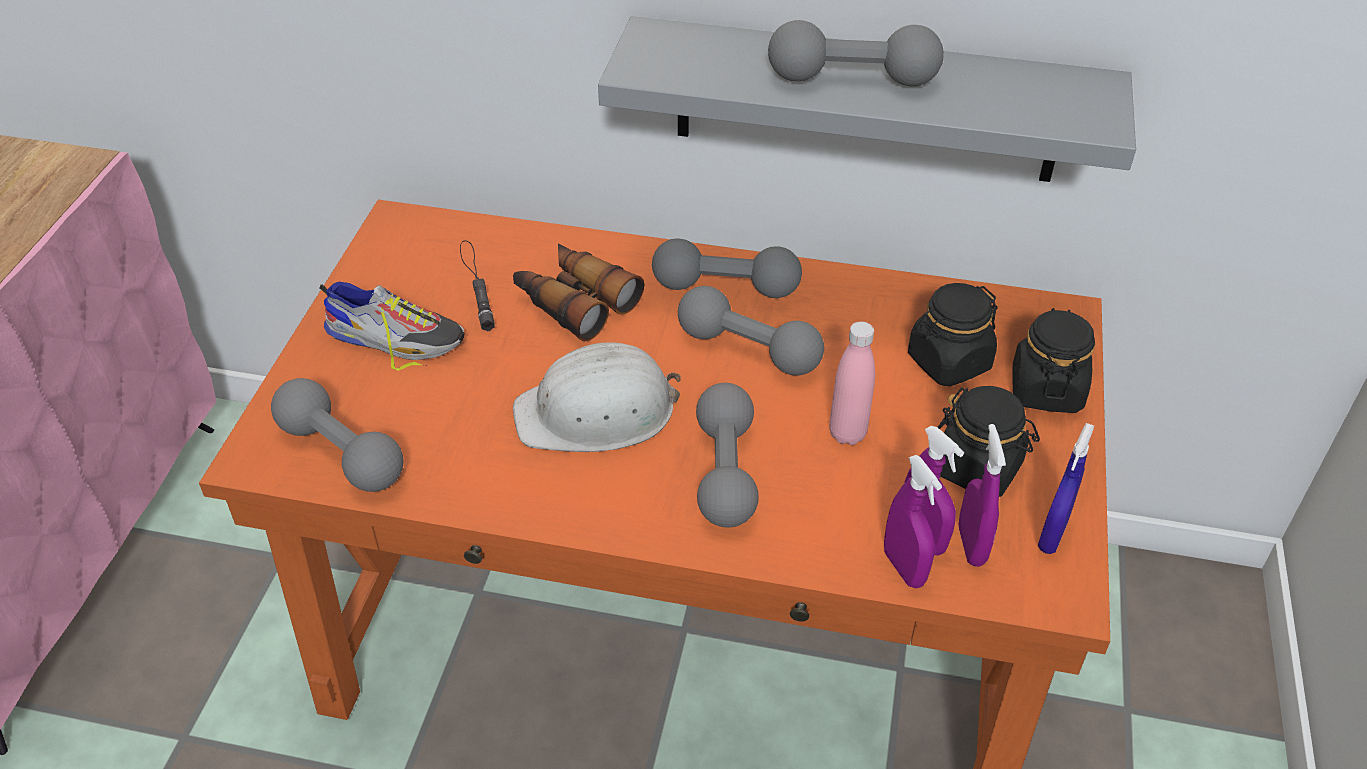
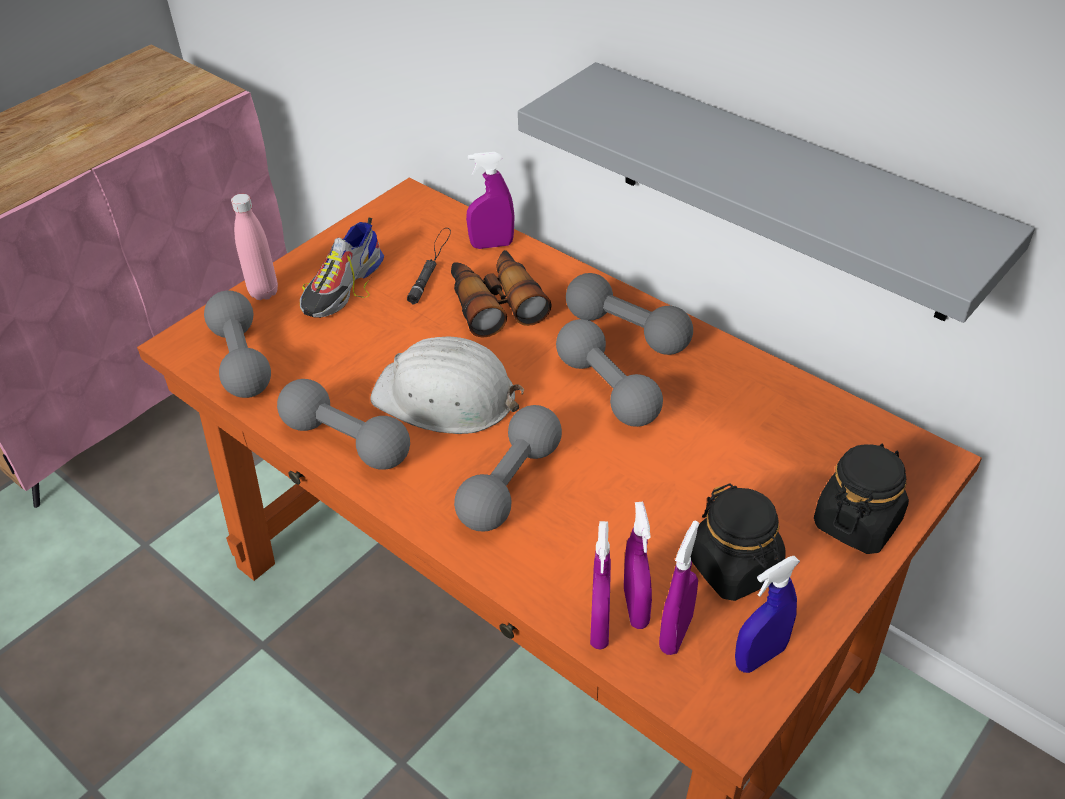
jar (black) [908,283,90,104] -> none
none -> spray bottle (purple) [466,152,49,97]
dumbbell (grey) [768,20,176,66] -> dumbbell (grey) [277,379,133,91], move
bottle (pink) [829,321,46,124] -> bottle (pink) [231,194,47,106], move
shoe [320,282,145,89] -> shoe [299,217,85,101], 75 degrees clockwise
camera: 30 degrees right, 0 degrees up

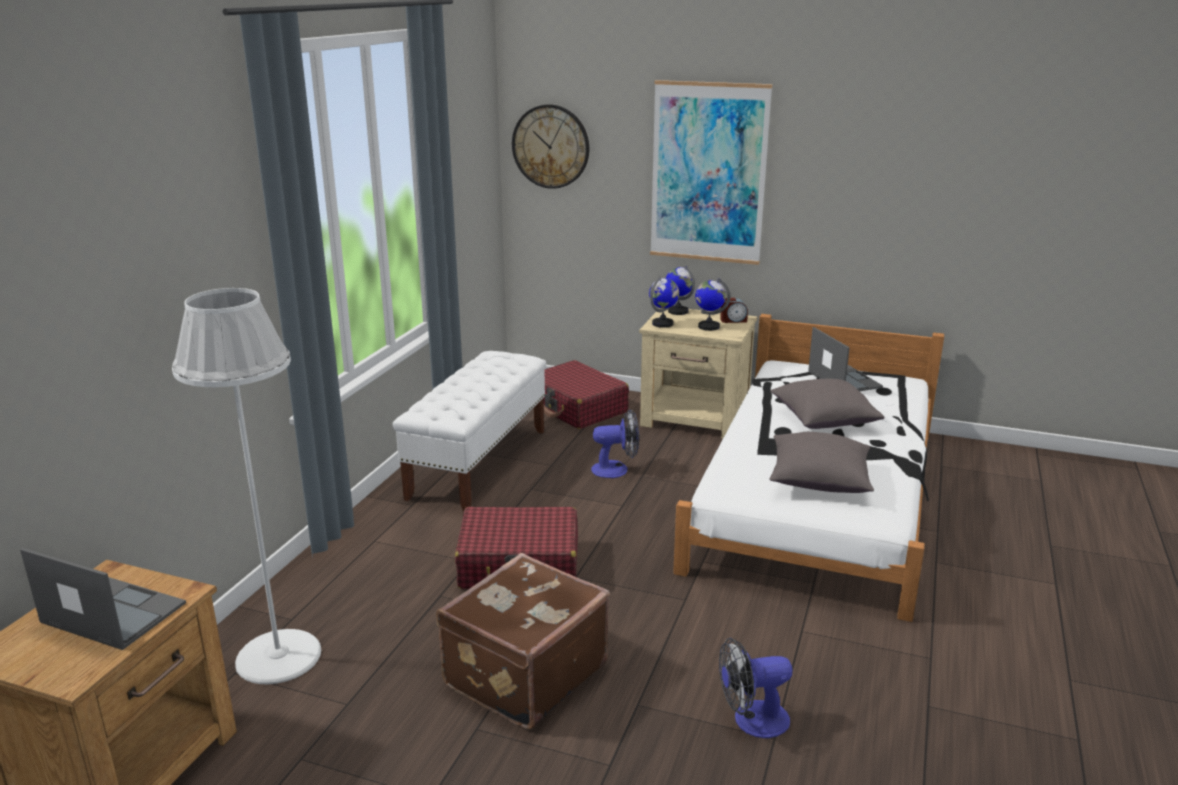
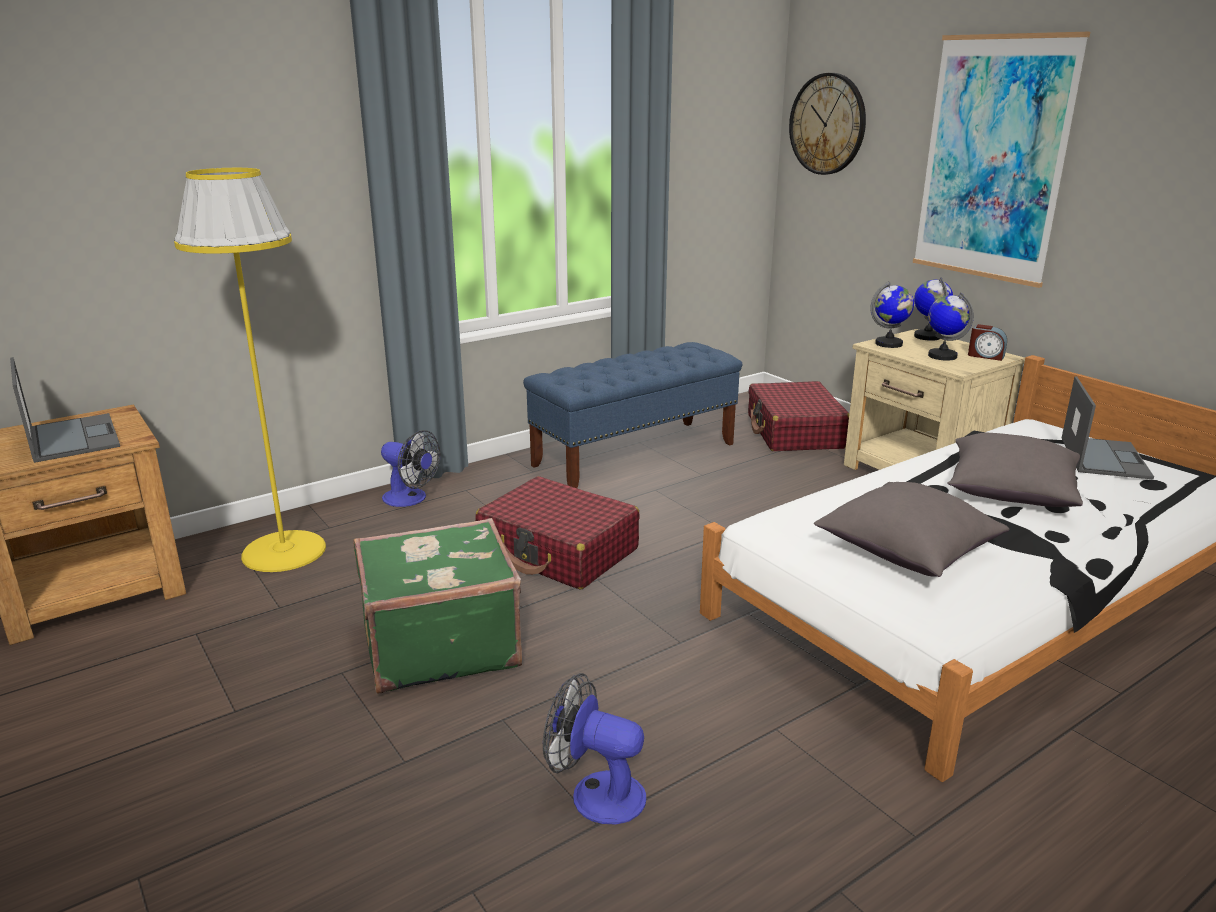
fan [591,409,48,69] -> fan [381,430,60,77], move
floor lamp (white) [172,288,149,396] -> floor lamp (yellow) [174,168,152,404]
bench (white) [393,351,153,161] -> bench (blue) [523,342,219,146]
suitcase (brown) [436,553,174,177] -> suitcase (green) [354,518,168,176]
camera: 35 degrees right, 0 degrees up

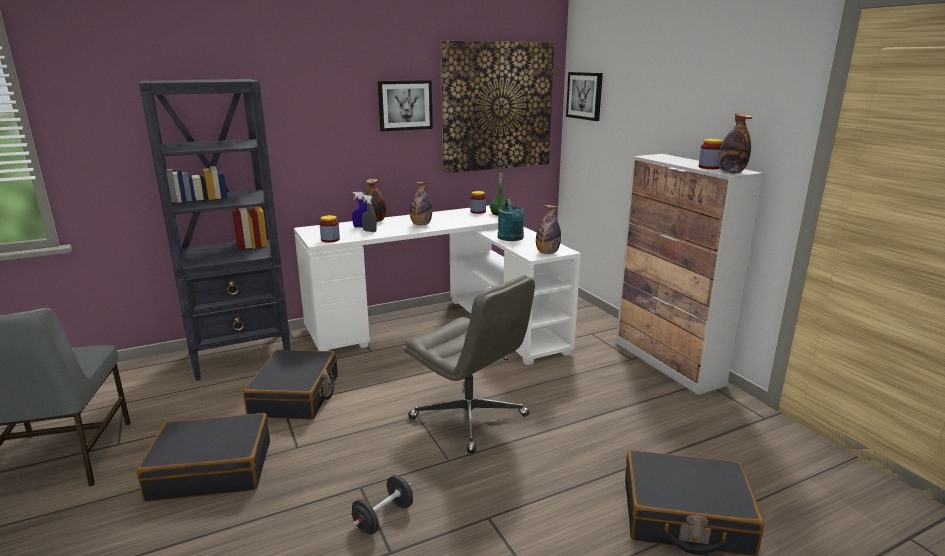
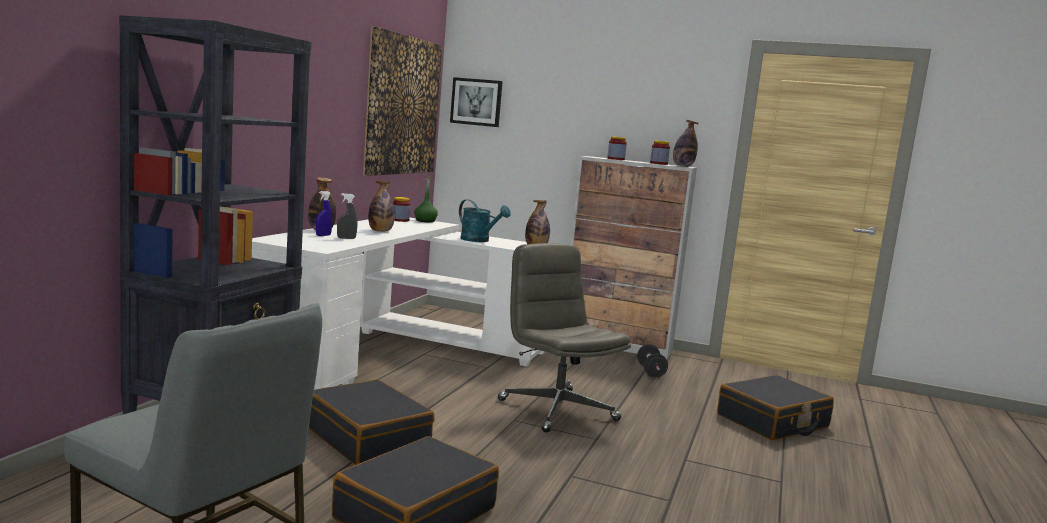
picture [378,80,55,51] -> none
jar [320,215,20,28] -> jar [607,136,20,24], move
dumbbell (black) [352,475,61,60] -> dumbbell (black) [637,344,31,34], move
office chair (grey) [404,275,131,178] -> office chair (grey) [498,243,133,190], 120 degrees counterclockwise
camera: 45 degrees left, 10 degrees down

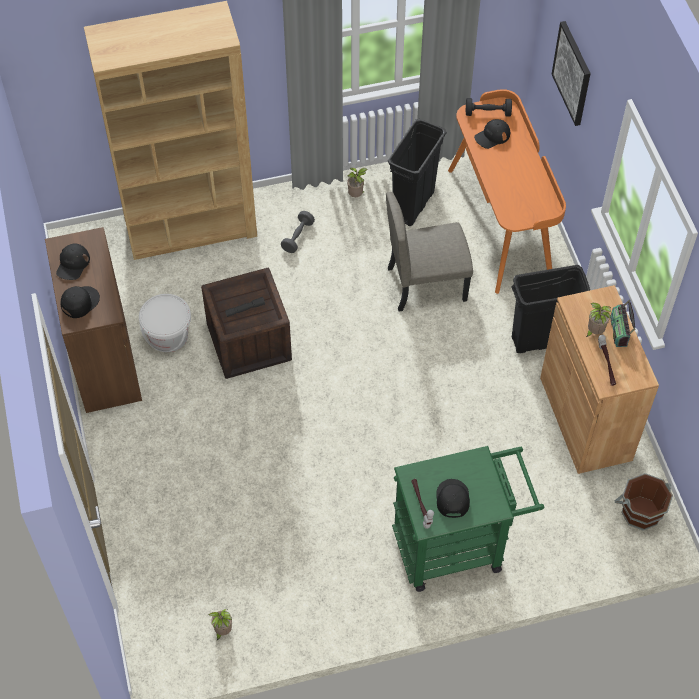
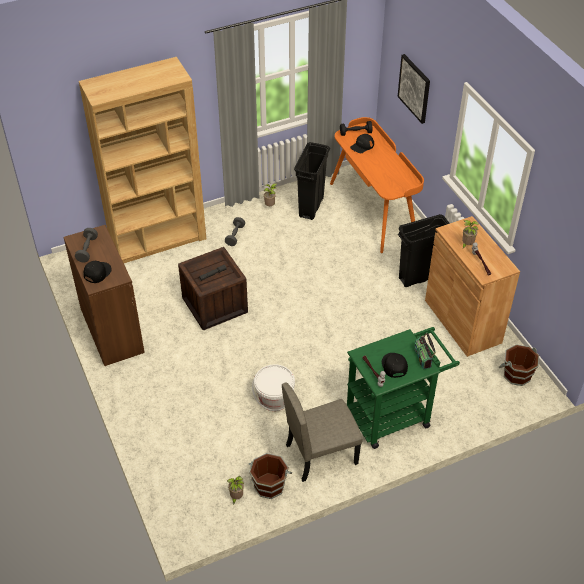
none -> bucket (brown) [249,453,43,46]
bucket (white) [139,294,52,58] -> bucket (white) [252,364,43,47], move
chair (beige) [386,192,87,119] -> chair (beige) [282,383,81,99], move
radio [610,300,25,47] -> radio [414,332,22,37], move
cap (black) [56,244,34,36] -> dumbbell (grey) [75,228,23,35]
camera: 10 degrees left, 10 degrees down

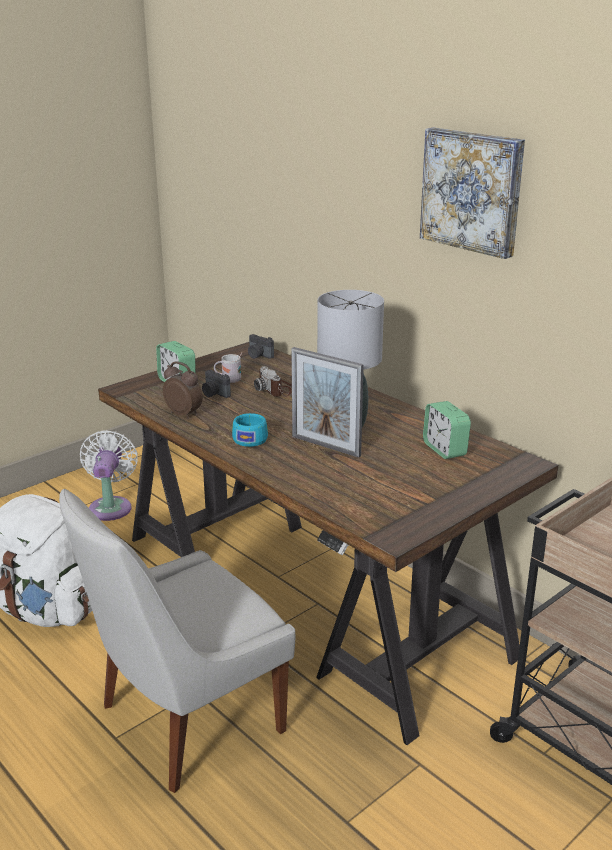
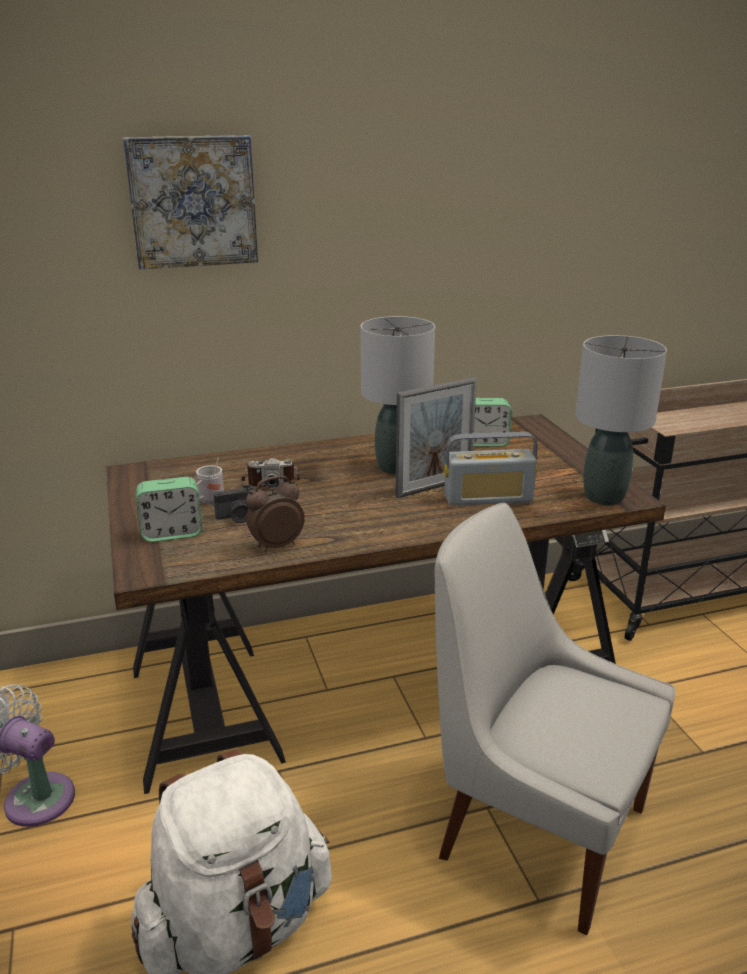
cup (turquoise) [232,413,36,34] -> none
photo camera [248,334,26,25] -> none
none -> radio [444,432,94,74]
none -> table lamp (grey) [575,335,92,170]
picture [420,127,105,132] -> picture [123,135,135,134], move
chair (white) [59,489,236,304] -> chair (white) [435,503,240,432], 135 degrees clockwise
camera: 65 degrees left, 0 degrees up

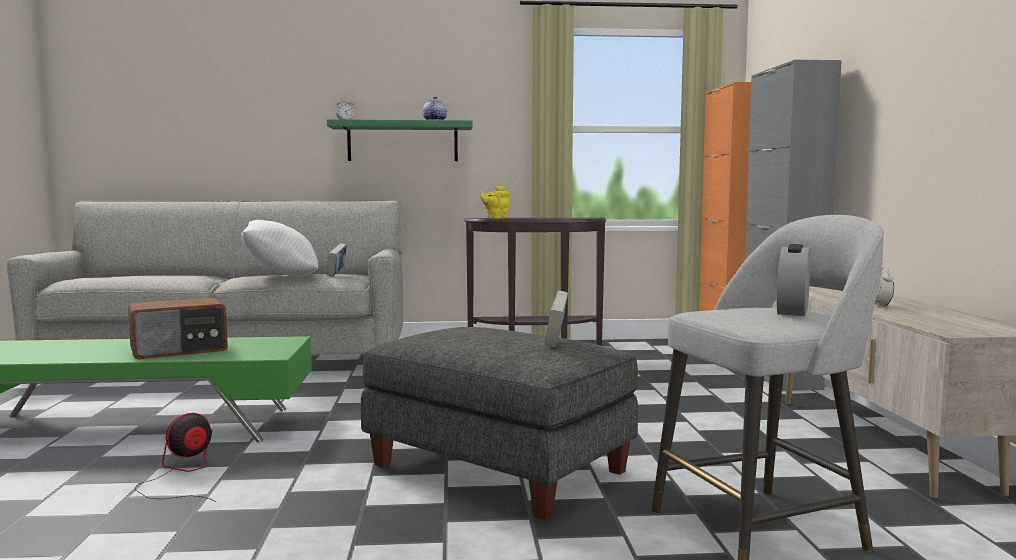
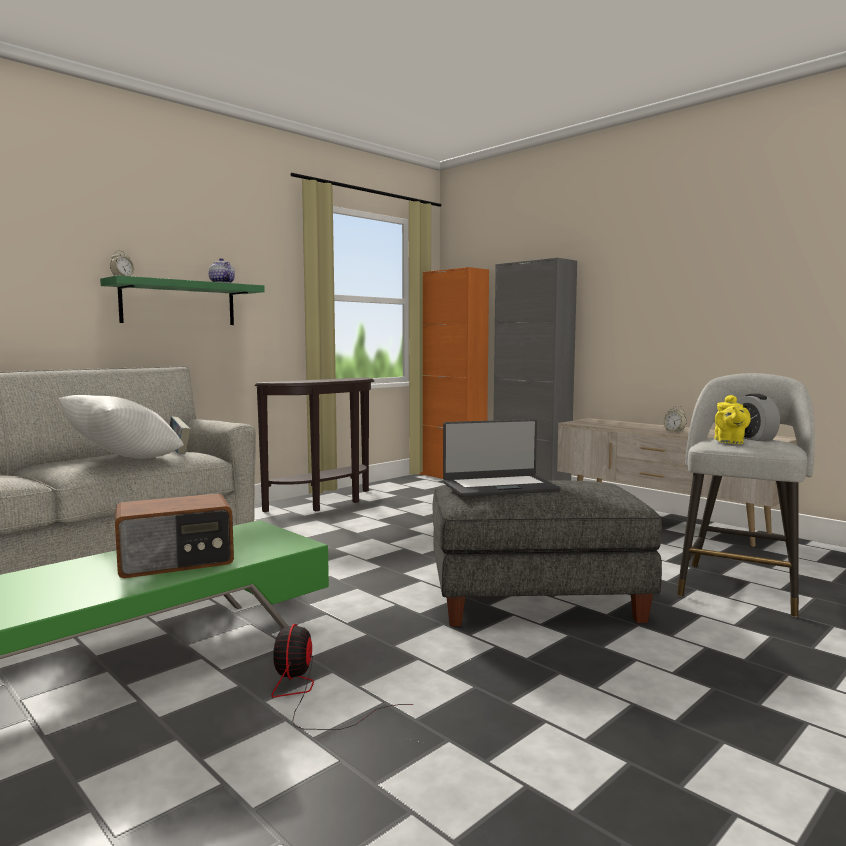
book [545,290,23,58] -> none
none -> laptop [443,419,117,78]
teapot (yellow) [480,186,30,33] -> teapot (yellow) [714,395,37,49], move
radio [128,298,100,61] -> radio [115,493,119,85], 45 degrees clockwise
camera: 40 degrees left, 0 degrees up

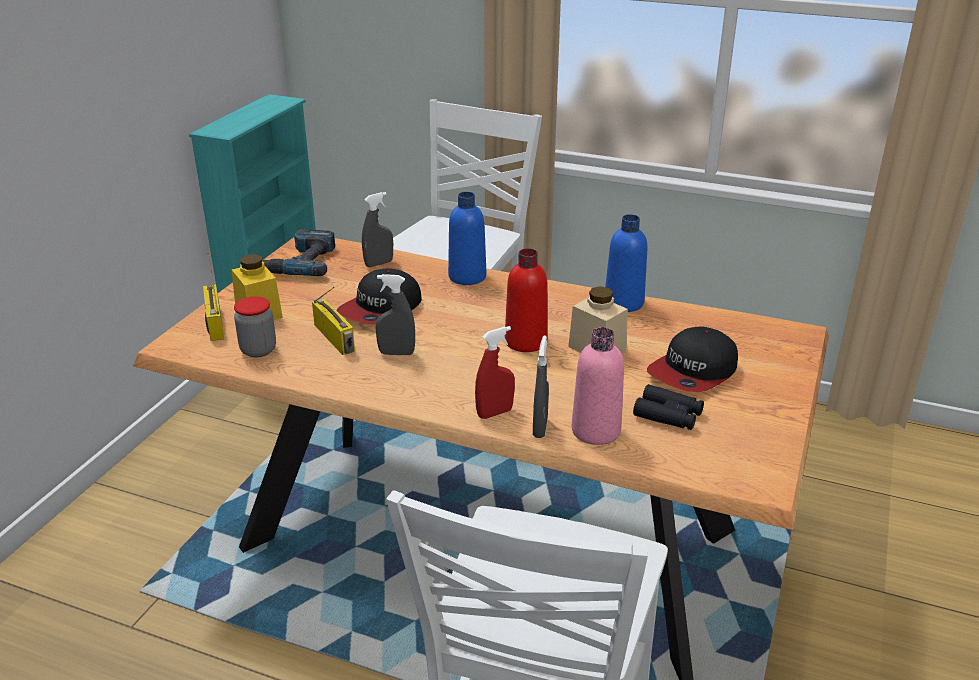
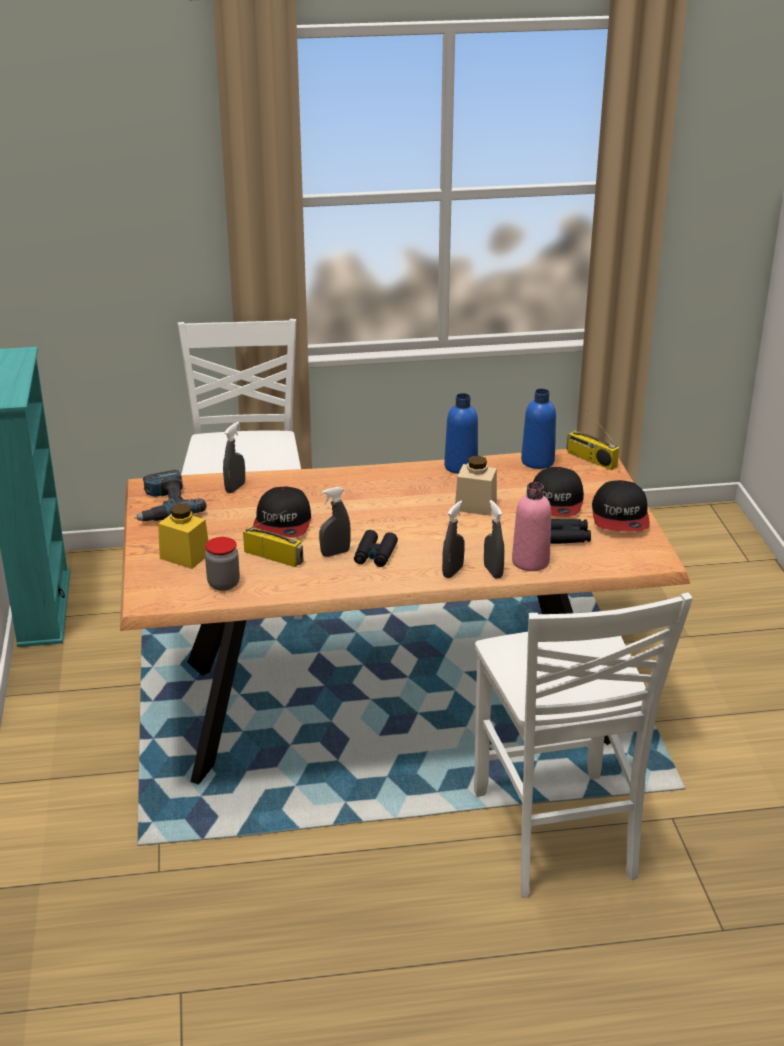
bottle (red) [505,248,43,104] -> none
none -> binoculars (black) [354,530,44,37]
none -> cap [592,480,58,51]
radio [203,252,21,89] -> radio [566,404,53,66], move
bottle (blue) [448,192,38,93] -> bottle (blue) [521,389,35,80], move
spray bottle (red) [475,326,40,93] -> spray bottle (grey) [442,500,22,78]
camera: 30 degrees left, 0 degrees up

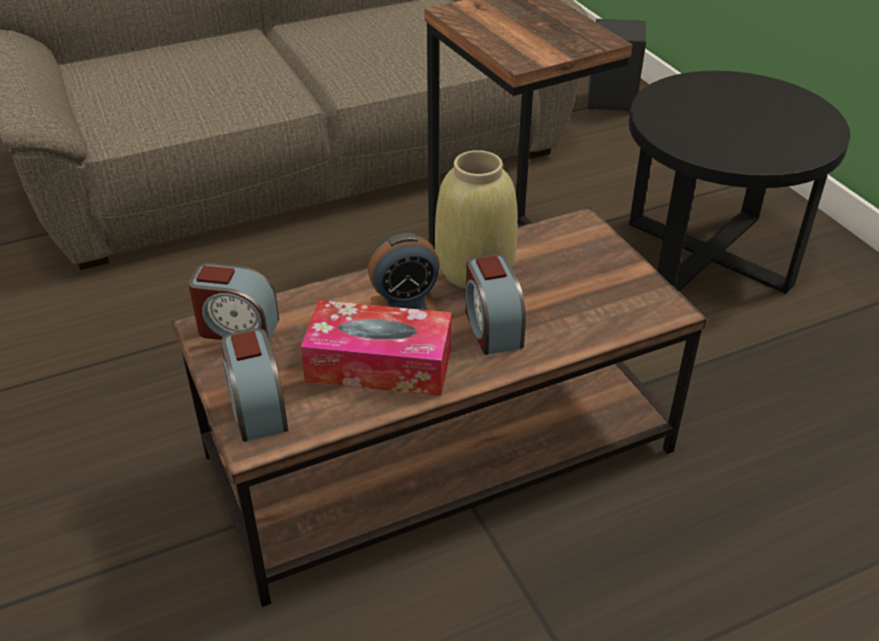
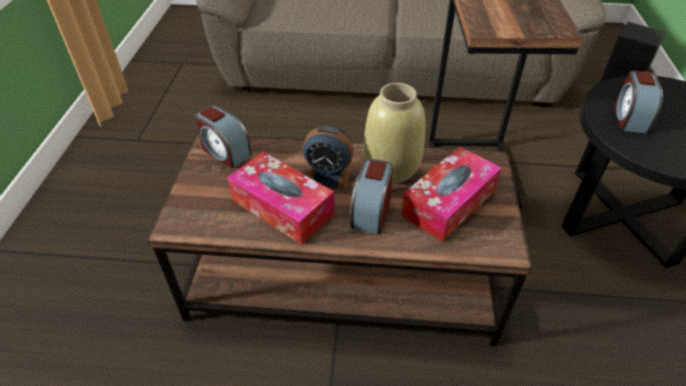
none -> tissue box [401,146,100,96]
alarm clock [221,328,67,114] -> alarm clock [614,71,49,63], move
camera: 30 degrees right, 5 degrees up

